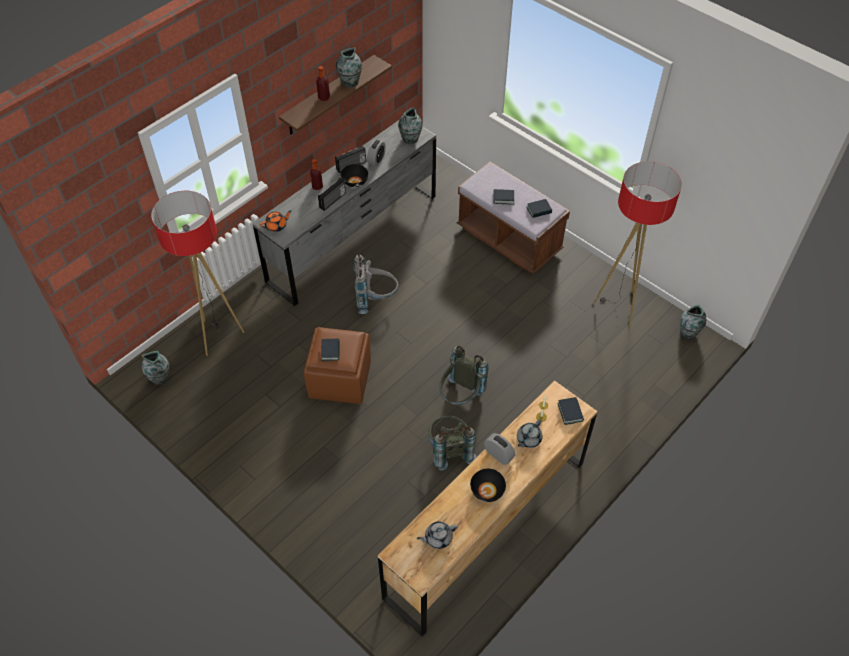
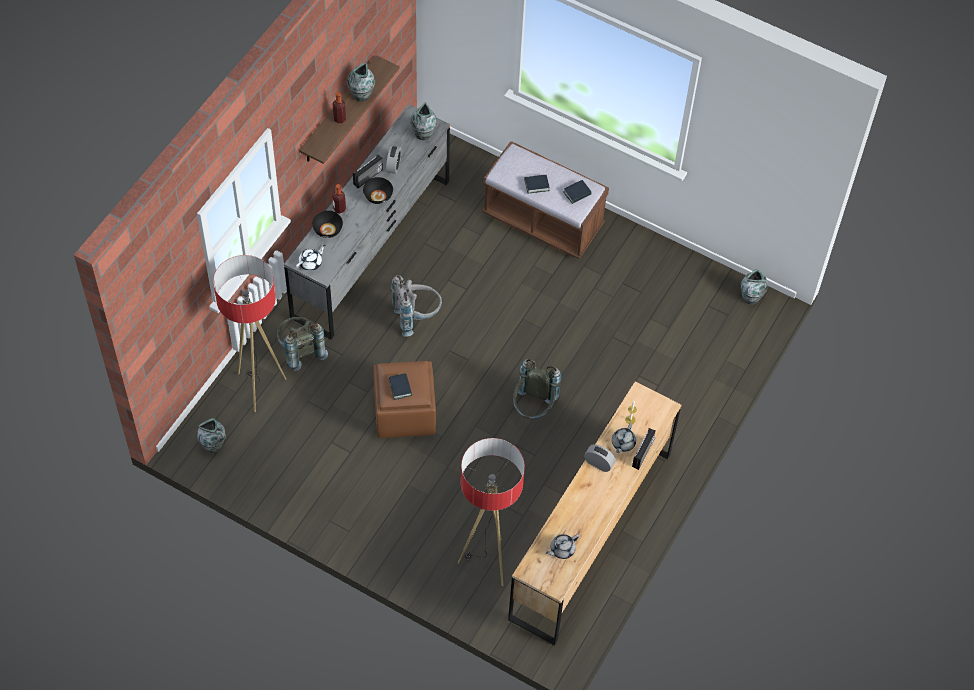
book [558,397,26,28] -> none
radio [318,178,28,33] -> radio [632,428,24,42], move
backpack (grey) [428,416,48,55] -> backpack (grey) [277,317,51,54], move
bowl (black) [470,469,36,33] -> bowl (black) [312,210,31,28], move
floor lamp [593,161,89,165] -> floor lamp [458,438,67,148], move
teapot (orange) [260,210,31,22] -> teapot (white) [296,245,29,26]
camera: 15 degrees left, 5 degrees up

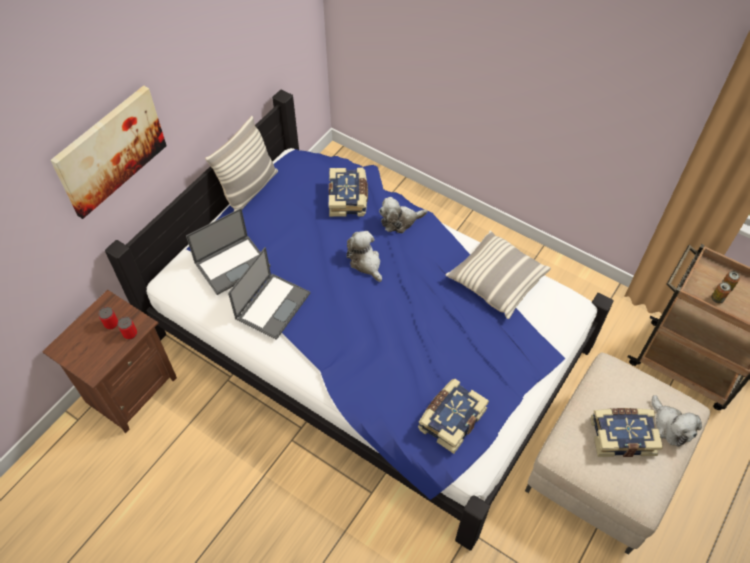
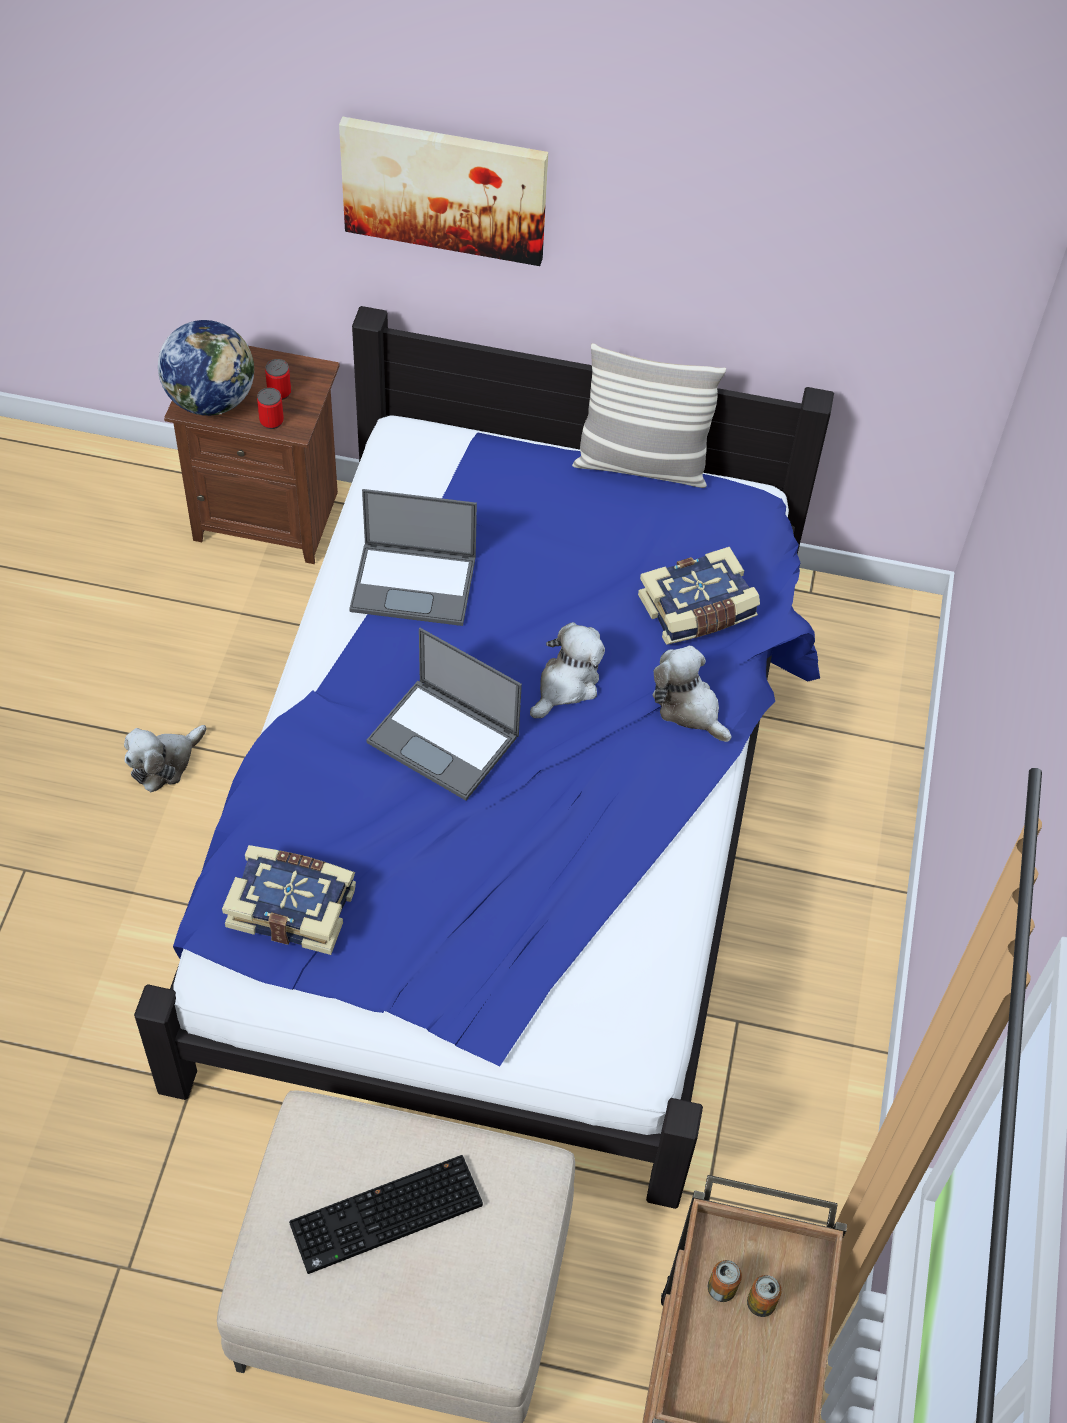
pillow [446,231,105,88] -> none
none -> globe [158,320,96,96]
laptop [186,208,85,87] -> laptop [367,628,155,173], move
plush toy [652,395,50,52] -> plush toy [124,725,83,67], move
book [591,408,72,49] -> keyboard [289,1155,194,119]
camera: 65 degrees right, 0 degrees up

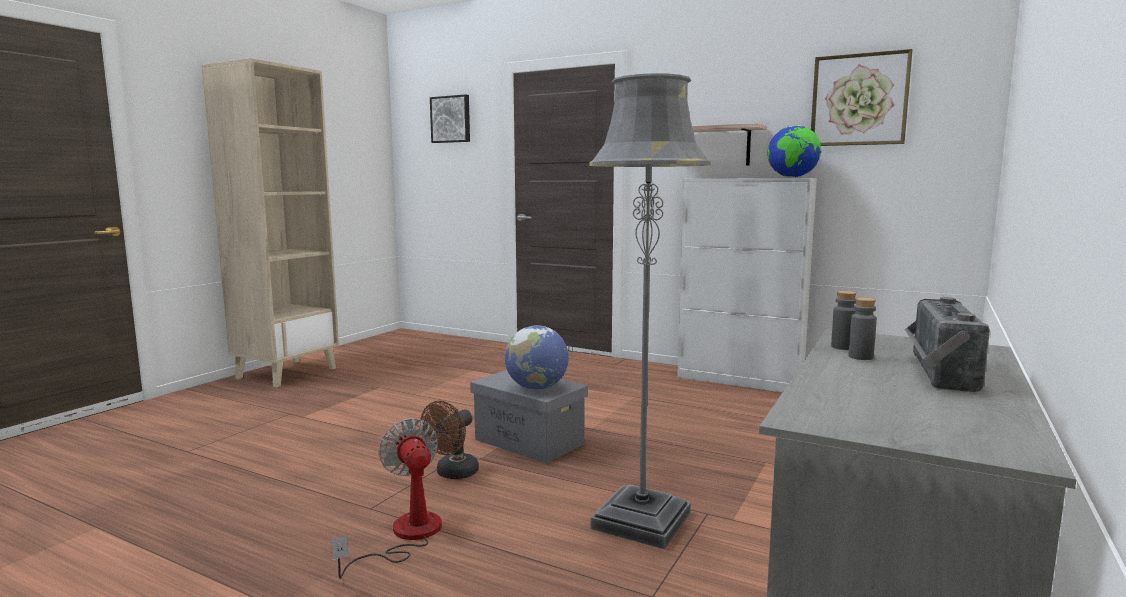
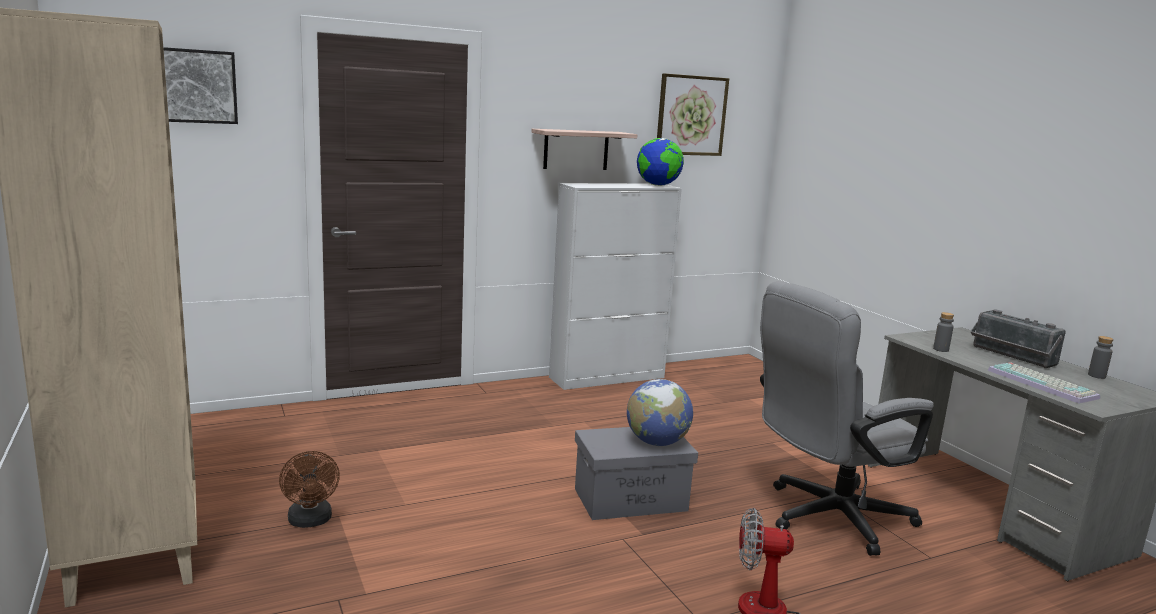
none -> keyboard [988,362,112,42]
fan (brown) [420,401,59,78] -> fan (brown) [279,451,61,77], move
bottle (grey) [848,297,29,63] -> bottle (grey) [1088,336,26,43], move
floor lamp (grey) [589,73,122,476] -> office chair (grey) [760,281,174,275]
camera: 55 degrees left, 5 degrees up

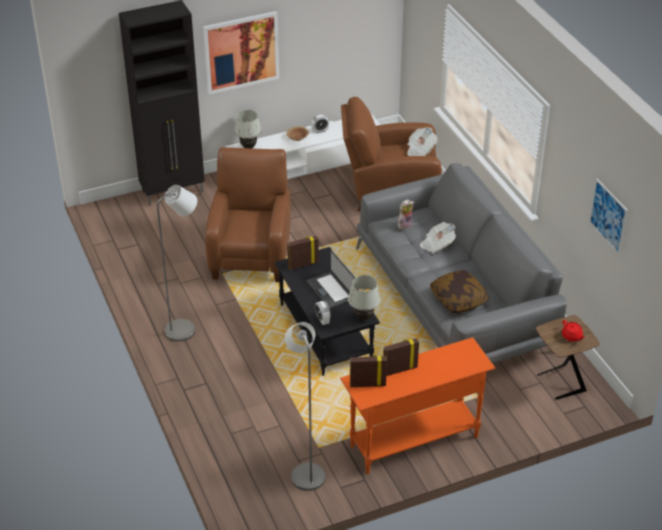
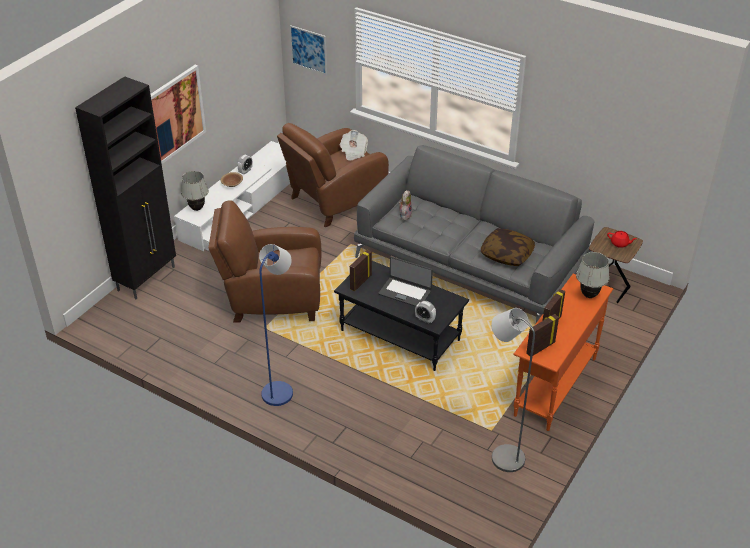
newspaper [420,222,36,32] -> none
table lamp (white) [348,275,33,46] -> table lamp (white) [576,252,33,46], move
picture [589,179,39,76] -> picture [290,25,37,50], move
floor lamp (grey) [157,185,40,157] -> floor lamp (blue) [259,244,34,162]
armchair (brown) [205,147,86,135] -> armchair (brown) [208,200,114,123], 60 degrees counterclockwise
camera: 35 degrees left, 0 degrees up

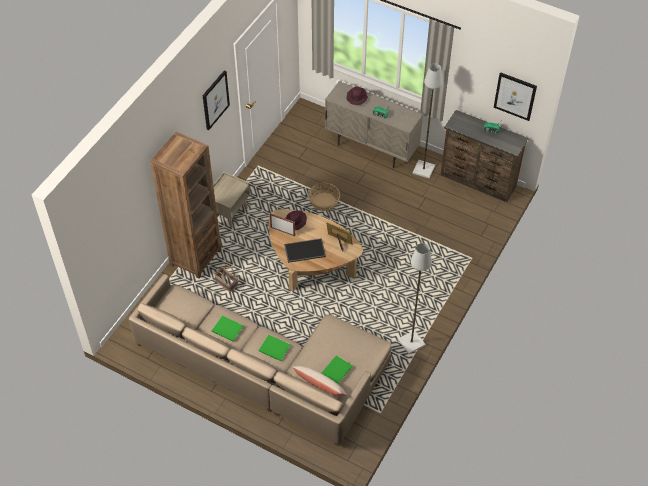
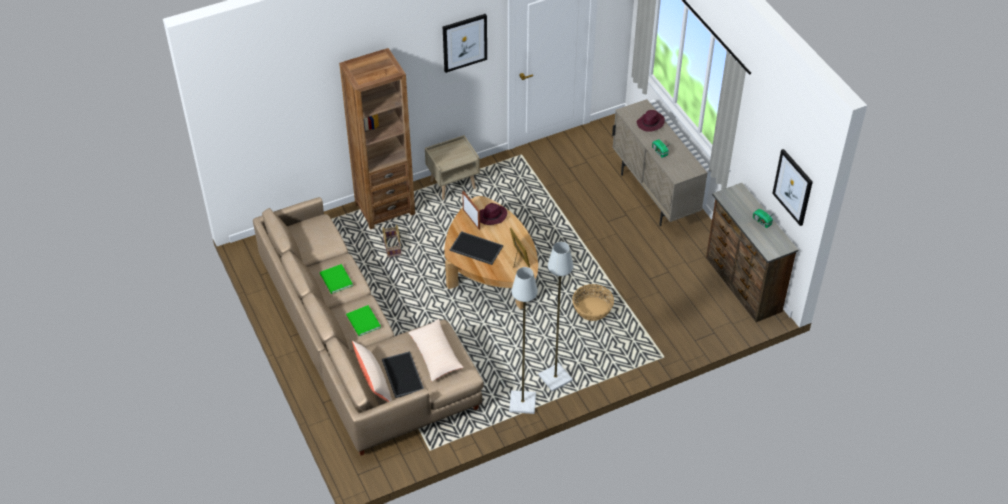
none -> pillow (beige) [408,319,56,62]
basket [308,183,32,28] -> basket [572,284,42,37], move
floor lamp (grey) [413,63,30,116] -> floor lamp (grey) [538,242,35,149], move
book (green) [321,355,32,29] -> tray [382,351,42,47]
camera: 35 degrees right, 5 degrees down

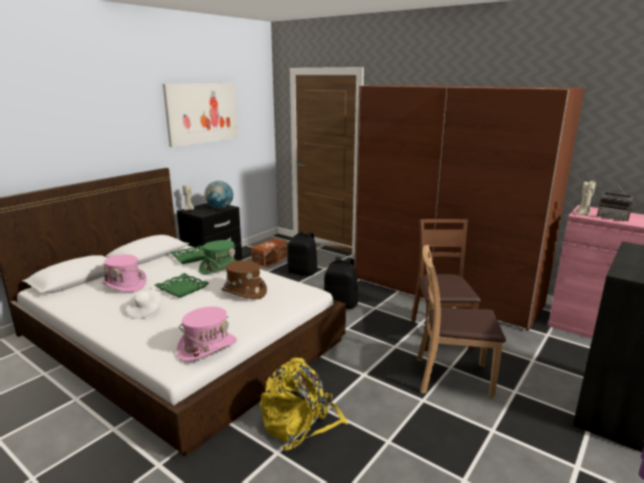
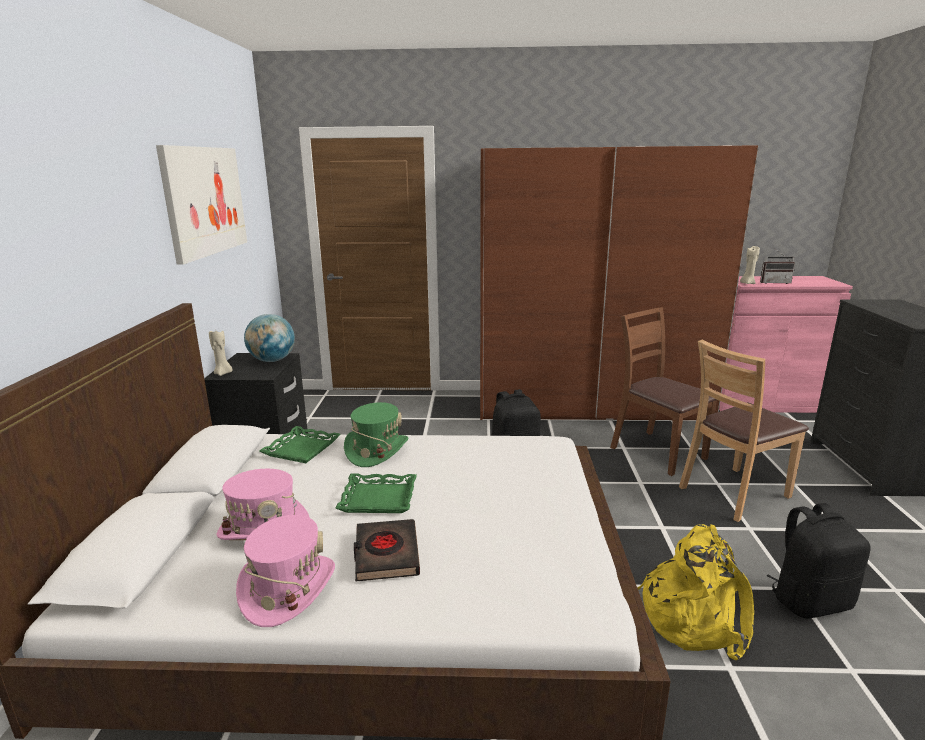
hat (brown) [221,260,46,39] -> none
storage box (brown) [251,238,37,30] -> none
hat (pink) [177,307,60,55] -> hat (pink) [236,515,99,112], move
backpack (black) [287,231,31,45] -> backpack (black) [767,503,104,116], move
hat (white) [127,290,35,29] -> book (black) [354,519,66,63]
camera: 35 degrees left, 0 degrees up

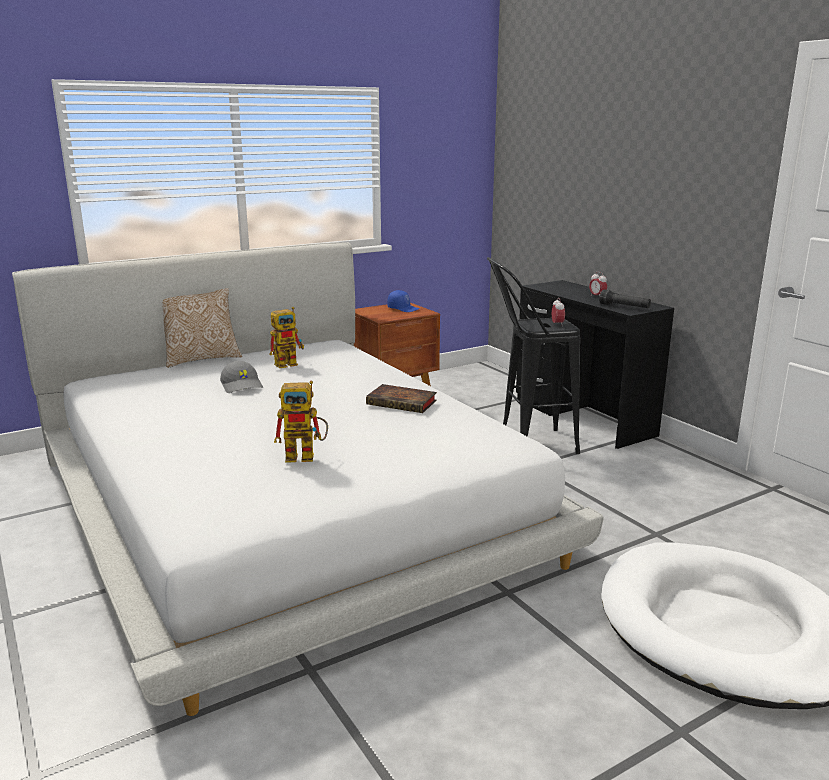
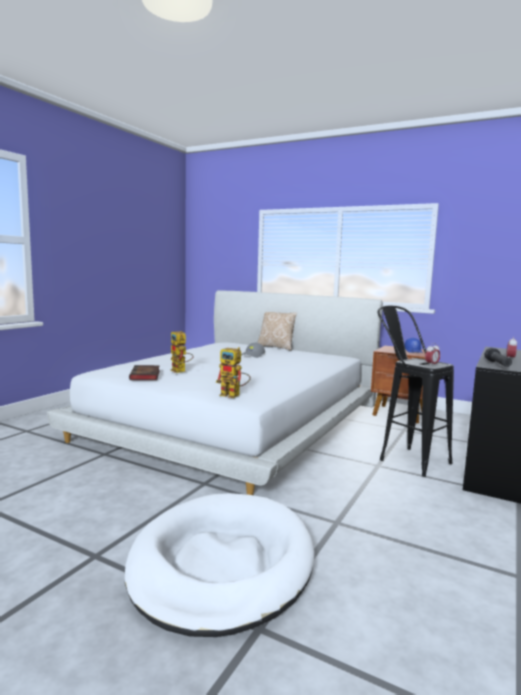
toy robot [270,307,34,61] -> toy robot [216,347,35,51], move
book [366,384,71,29] -> book [129,365,31,15], move
camera: 60 degrees right, 10 degrees down

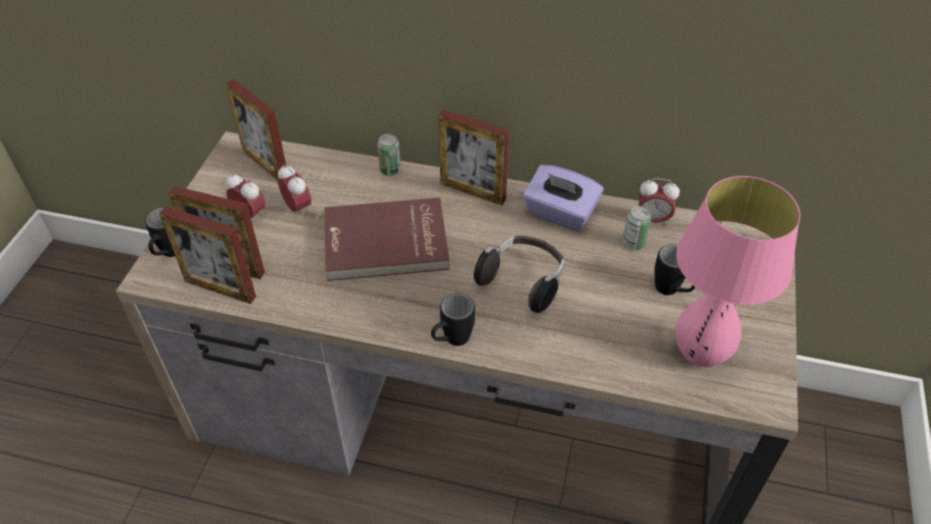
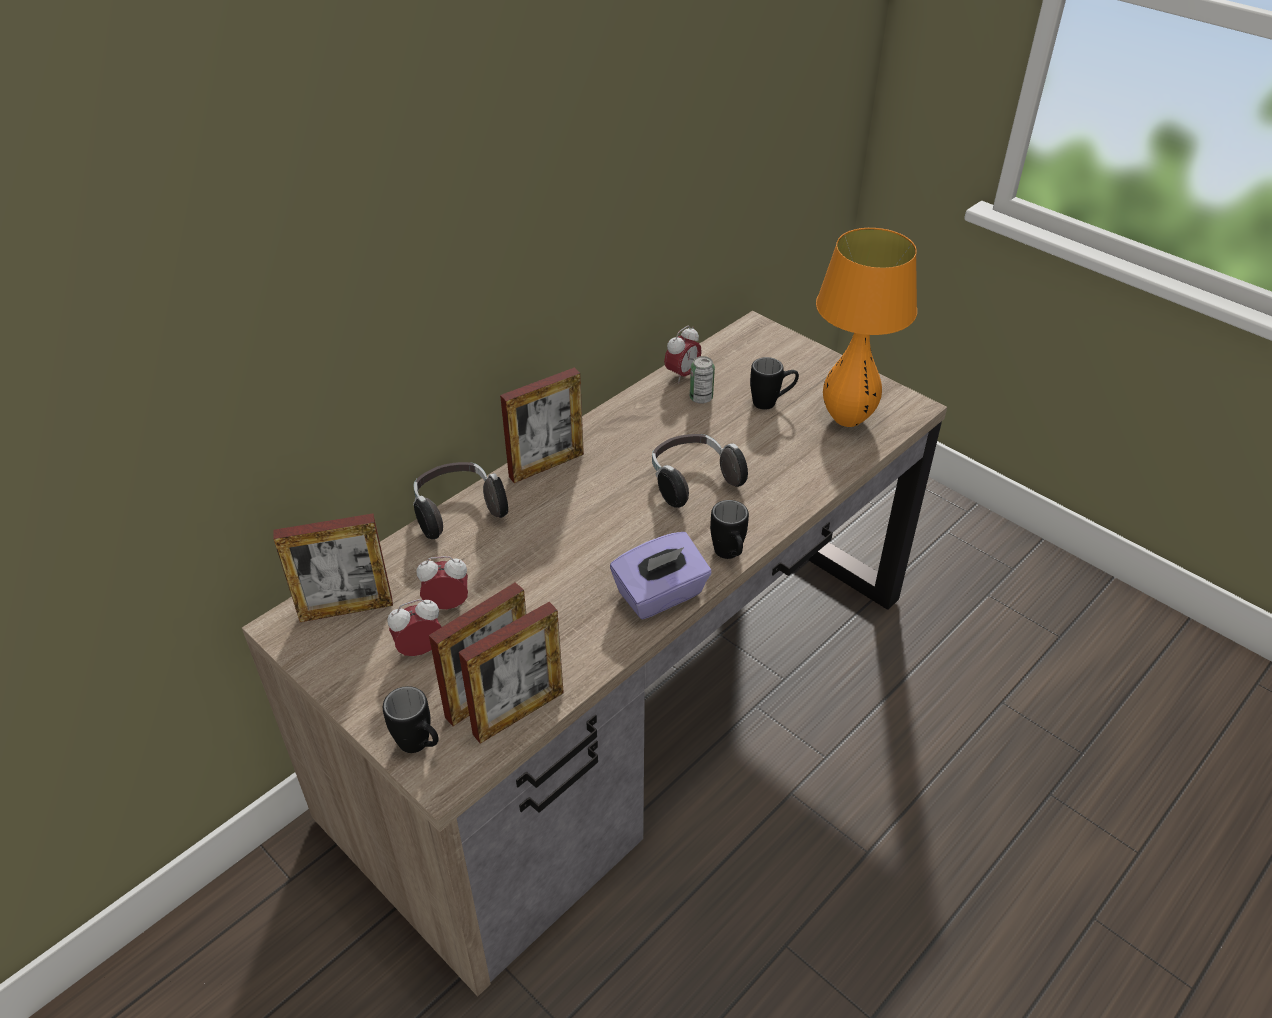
book (red) [325,198,125,83] -> none
tissue box (purple) [523,165,80,67] -> tissue box (purple) [610,532,102,87], move
can [377,134,24,42] -> headphones [413,462,95,77]
table lamp (pink) [675,176,125,191] -> table lamp (orange) [816,228,101,199]
camera: 60 degrees left, 5 degrees down

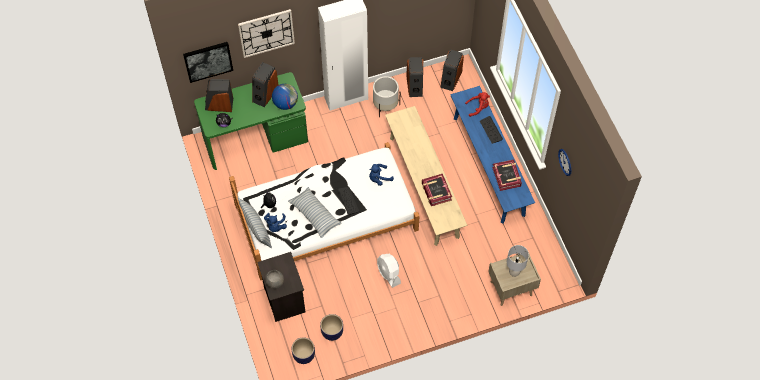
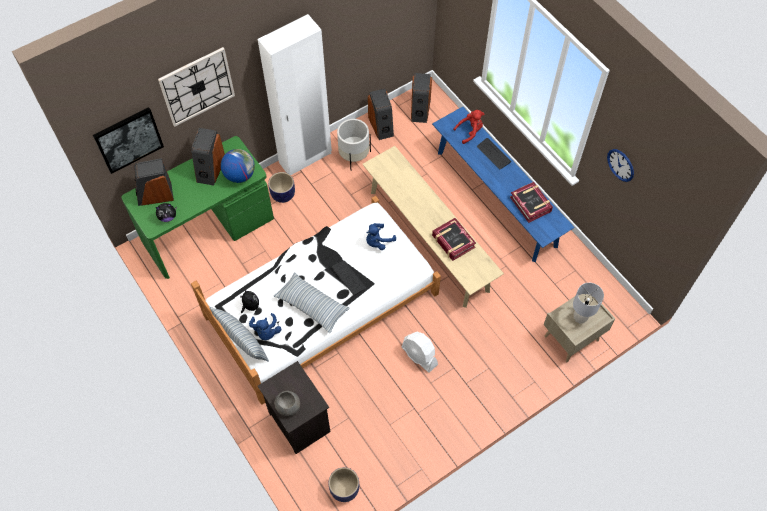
planter [320,314,23,27] -> planter [268,172,27,31], move
camera: 15 degrees left, 0 degrees up

